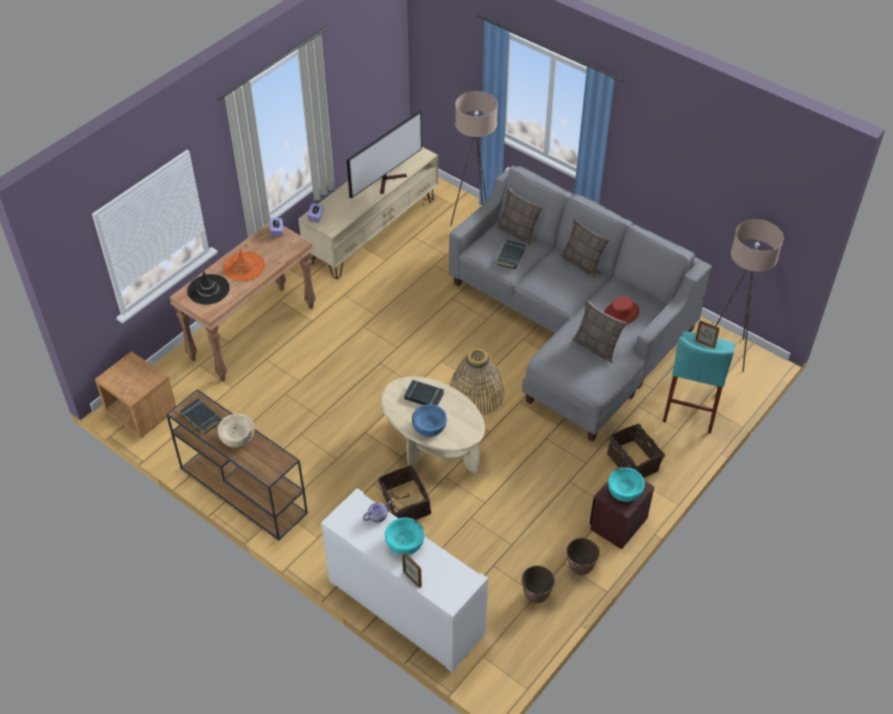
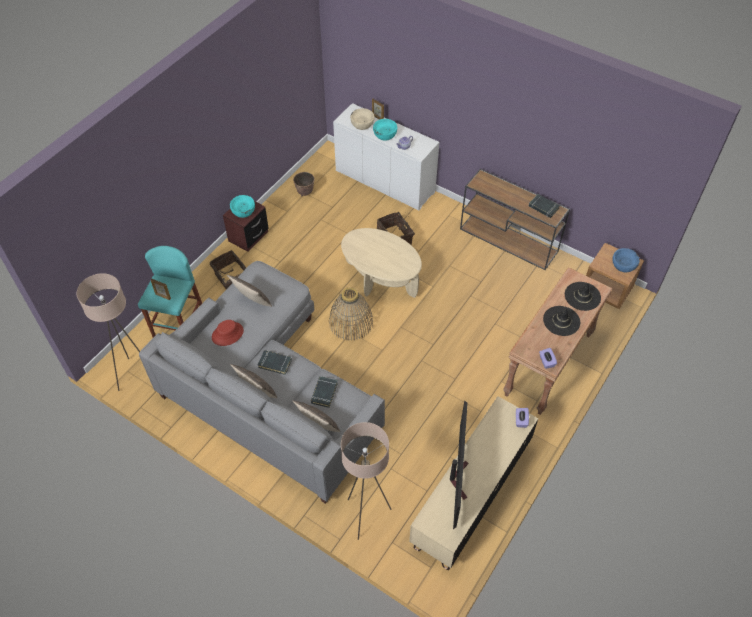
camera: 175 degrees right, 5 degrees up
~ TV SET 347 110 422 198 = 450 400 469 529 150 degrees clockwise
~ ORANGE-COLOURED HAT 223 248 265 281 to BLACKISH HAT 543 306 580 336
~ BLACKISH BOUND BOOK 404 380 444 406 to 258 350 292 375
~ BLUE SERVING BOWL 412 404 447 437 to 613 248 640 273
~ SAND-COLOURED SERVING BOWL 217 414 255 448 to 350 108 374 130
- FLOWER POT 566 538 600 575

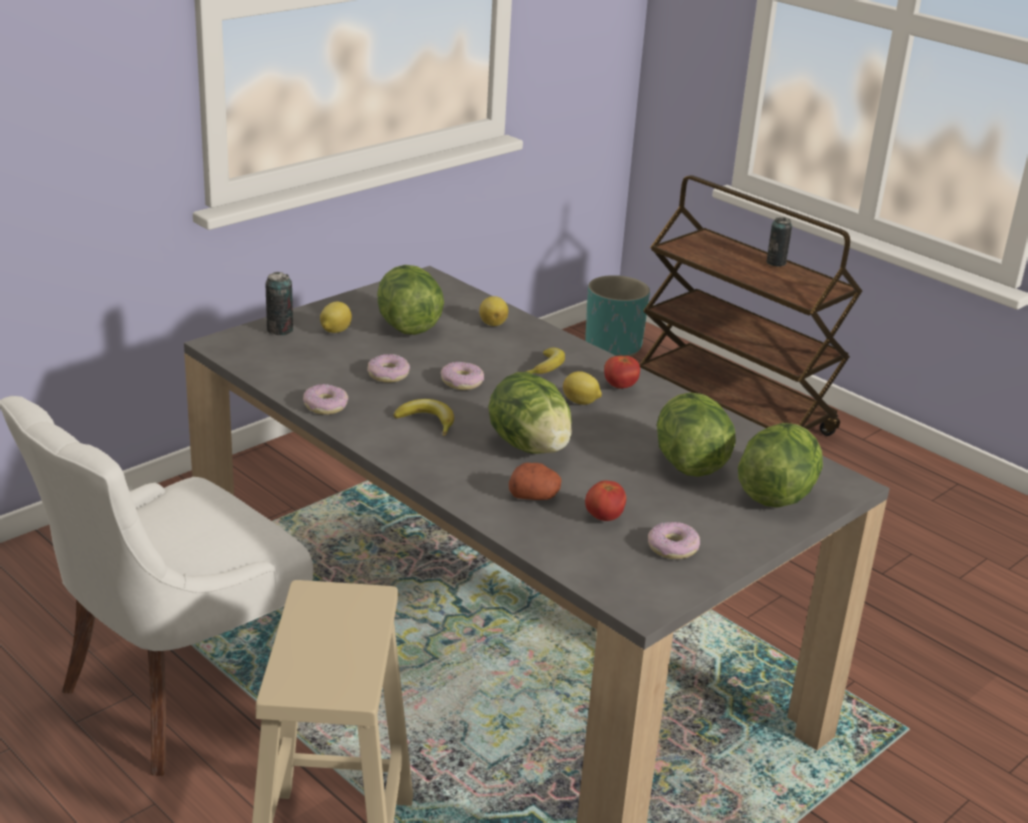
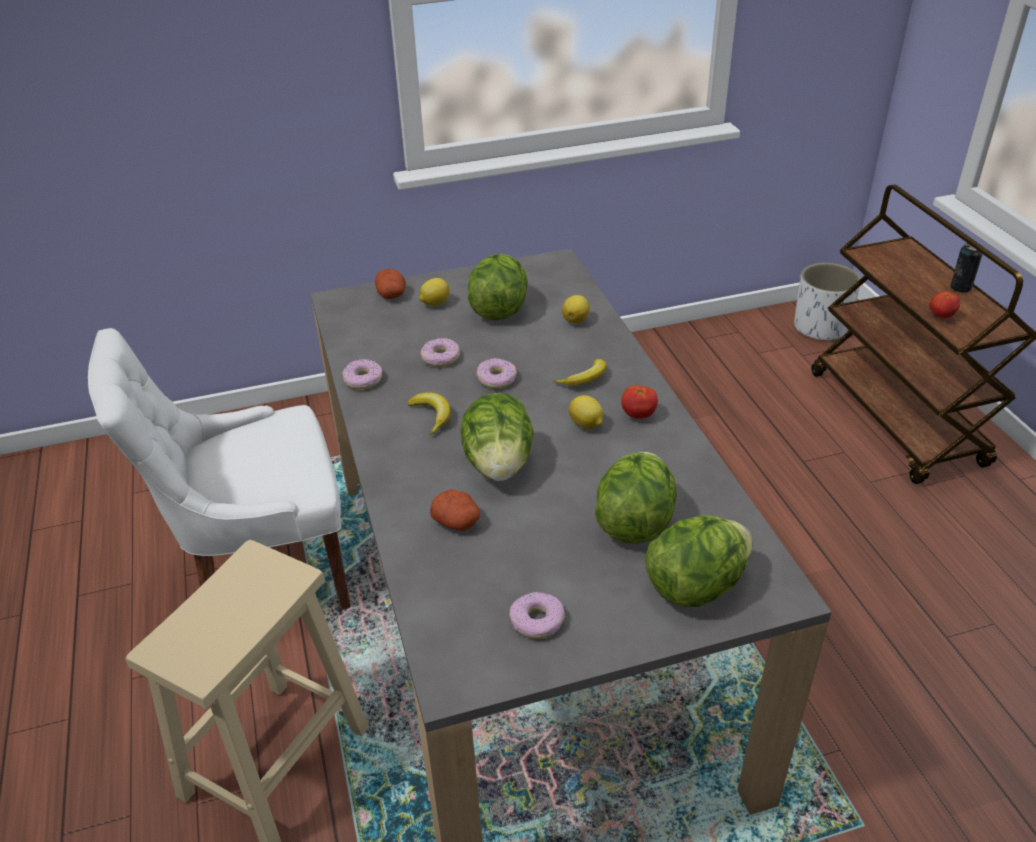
camera: 30 degrees right, 10 degrees up
~ SEALED CAN 266 272 293 335 to POTATO 375 269 406 299
~ BLUE-GREEN FLOWER POT 585 275 650 356 to WHITISH FLOWER POT 794 263 861 342
~ FRESH TOMATO 585 480 626 521 to 929 291 960 318

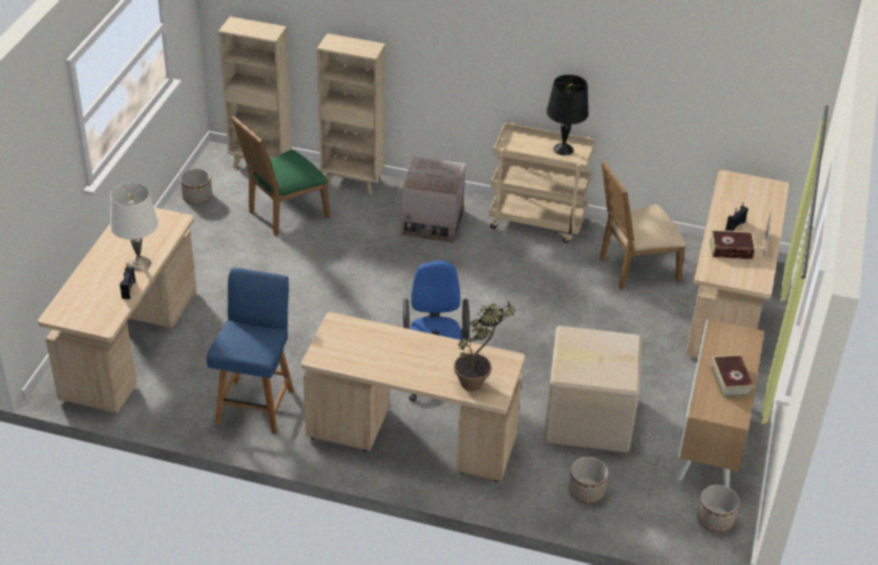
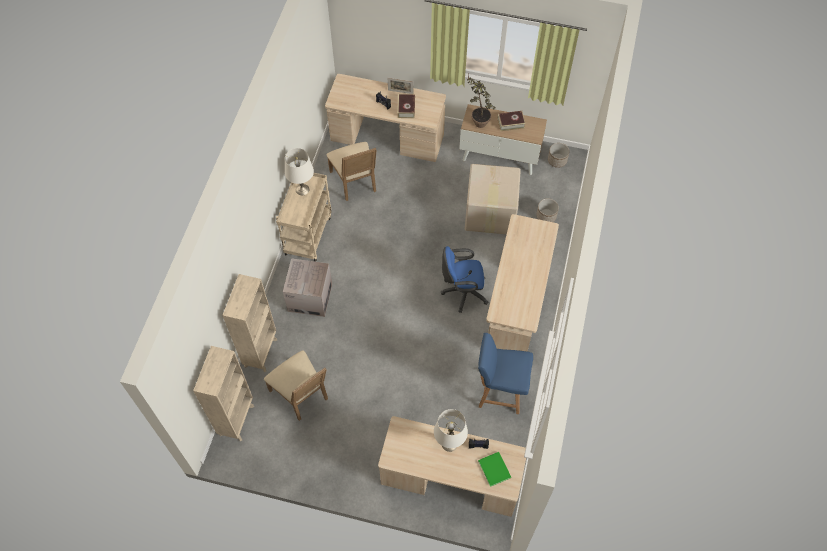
camera: 90 degrees left, 20 degrees up
~ BLACKISH LAMP FOR A TABLE 547 75 589 156 to WHITISH LAMP FOR A TABLE 285 148 314 195
~ GREENISH UPRIGHT CHAIR 231 116 330 237 to SAND-COLOURED UPRIGHT CHAIR 264 350 328 421
- FLOWER POT 180 168 212 205
~ HOUSEPLANT 454 301 517 391 to 467 74 495 128
+ GREENISH BOUND BOOK 478 452 511 487

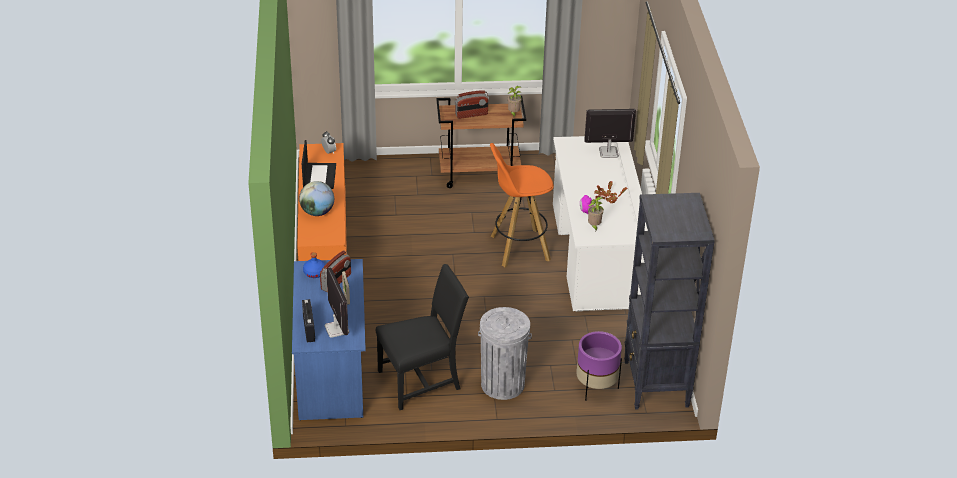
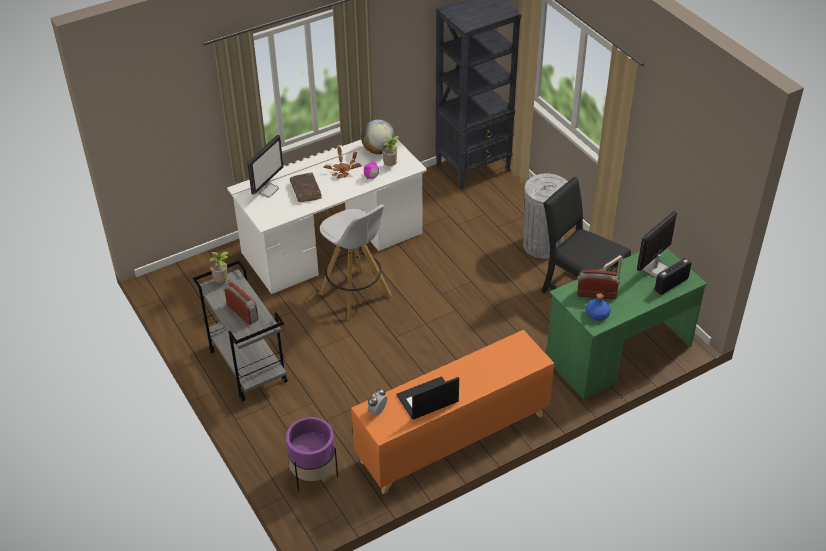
camera: 115 degrees left, 5 degrees up
~ BROWN-COLOURED WHEELED CART 436 96 526 188 to GREYISH WHEELED CART 193 260 288 402
~ COMPUTER DISPLAY 584 109 636 158 = 247 135 284 198 120 degrees counterclockwise
~ ORANGE-COLOURED SITTING STOOL 490 143 553 267 to WHITISH SITTING STOOL 318 204 392 320
~ GLOBE 299 181 334 216 to 361 120 396 154
~ BLUE DESK 292 259 366 420 to GREENISH DESK 546 248 707 400
~ PURPLE-COLOURED FLOWER POT 576 331 622 401 to 286 417 338 491
+ BROWN-COLOURED BOUND BOOK 290 172 322 202

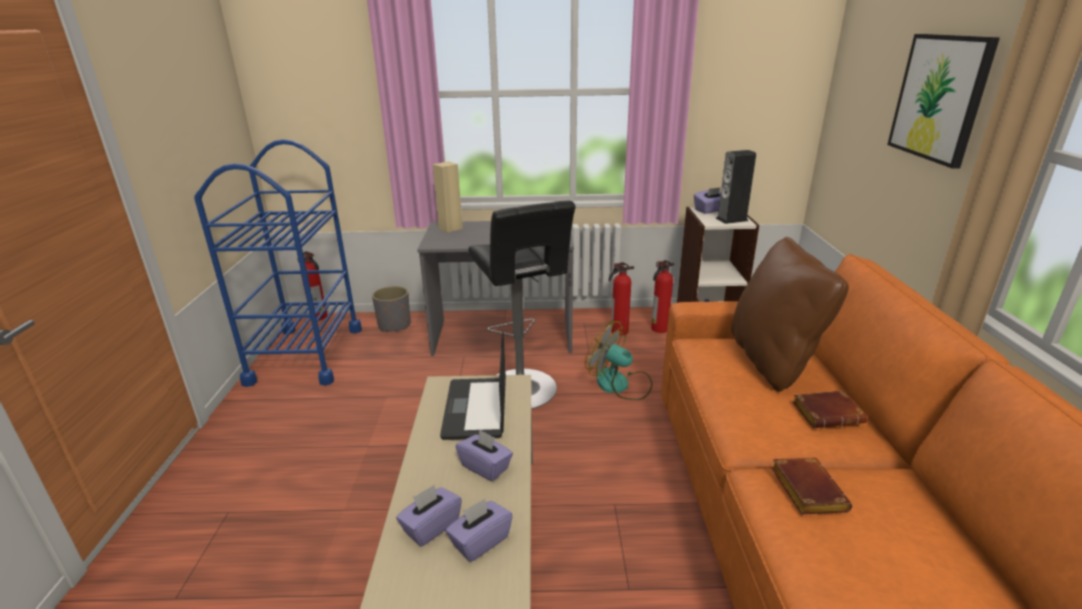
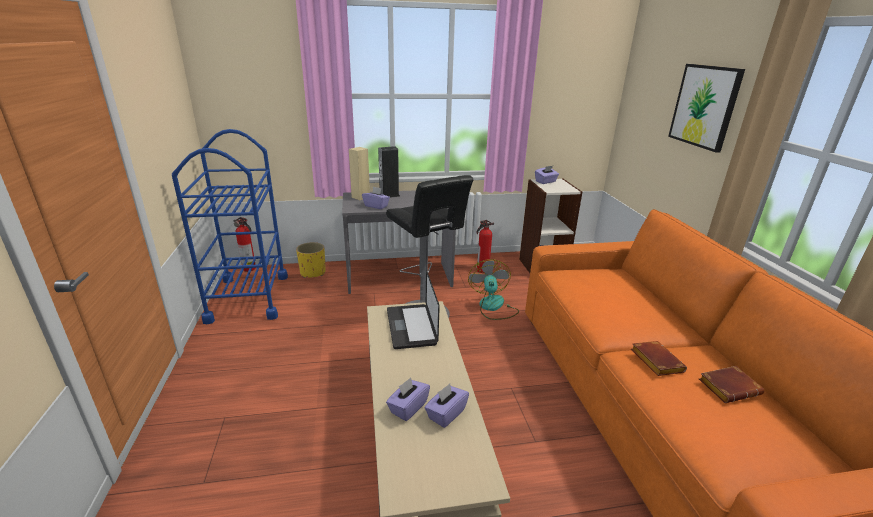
camera: 10 degrees left, 0 degrees up
~ AUDIO SPEAKER 716 150 756 224 to 378 146 400 198
- BROWN-COLOURED CUSHION 731 237 849 392
- FIRE EXTINGUISHER 651 260 674 333
~ GREYISH FLOWER POT 372 286 411 332 to YELLOW FLOWER POT 296 242 326 278
~ ELECTRIC FAN 585 321 652 400 = 468 259 519 320 60 degrees clockwise
~ BROWN-COLOURED BOUND BOOK 792 390 868 428 to 699 366 764 403
~ PURPLE-COLOURED TISSUE BOX 456 430 513 481 to 362 187 390 209

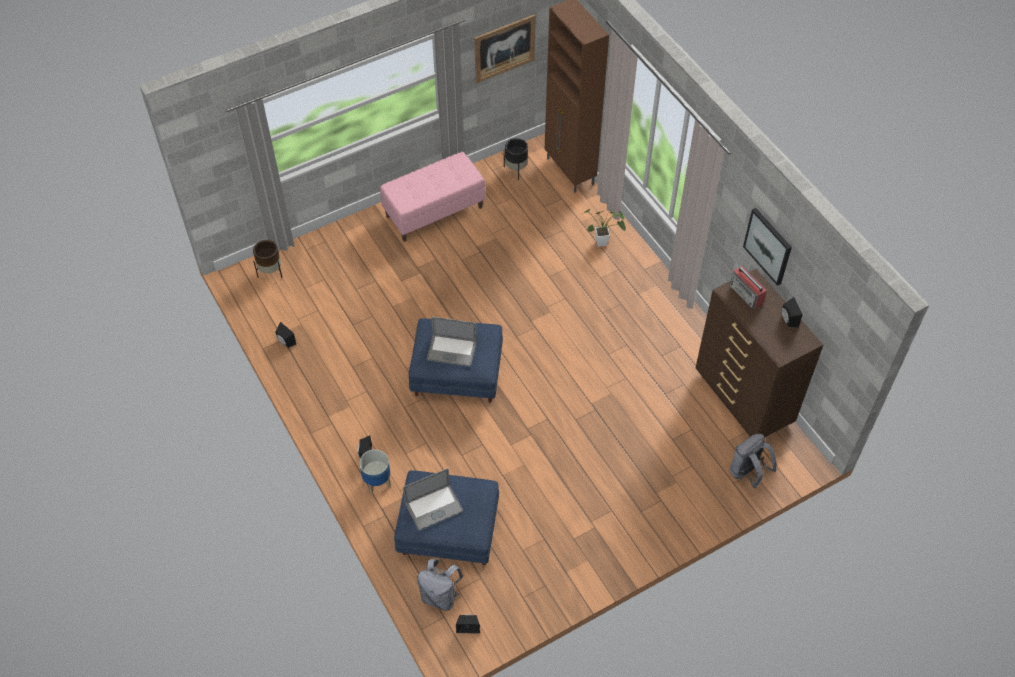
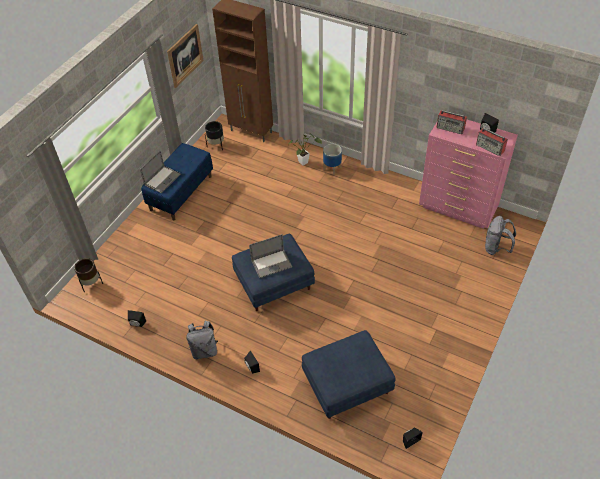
camera: 30 degrees left, 5 degrees down
~ PINK-COLOURED BENCH 380 152 486 242 to BLUE BENCH 141 143 213 220
- WALL ART 743 208 792 286
~ BROWN-COLOURED DRAWER CHEST 696 269 823 437 to PINK-COLOURED DRAWER CHEST 419 120 518 229
~ FLOWER POT 359 450 391 494 to 323 144 342 175
~ PORTABLE COMPUTER 403 468 463 531 to 140 151 181 193
~ GREYISH KNAPSACK 417 559 463 611 to 186 321 218 359
+ RADIO RECEIVER 476 128 508 156

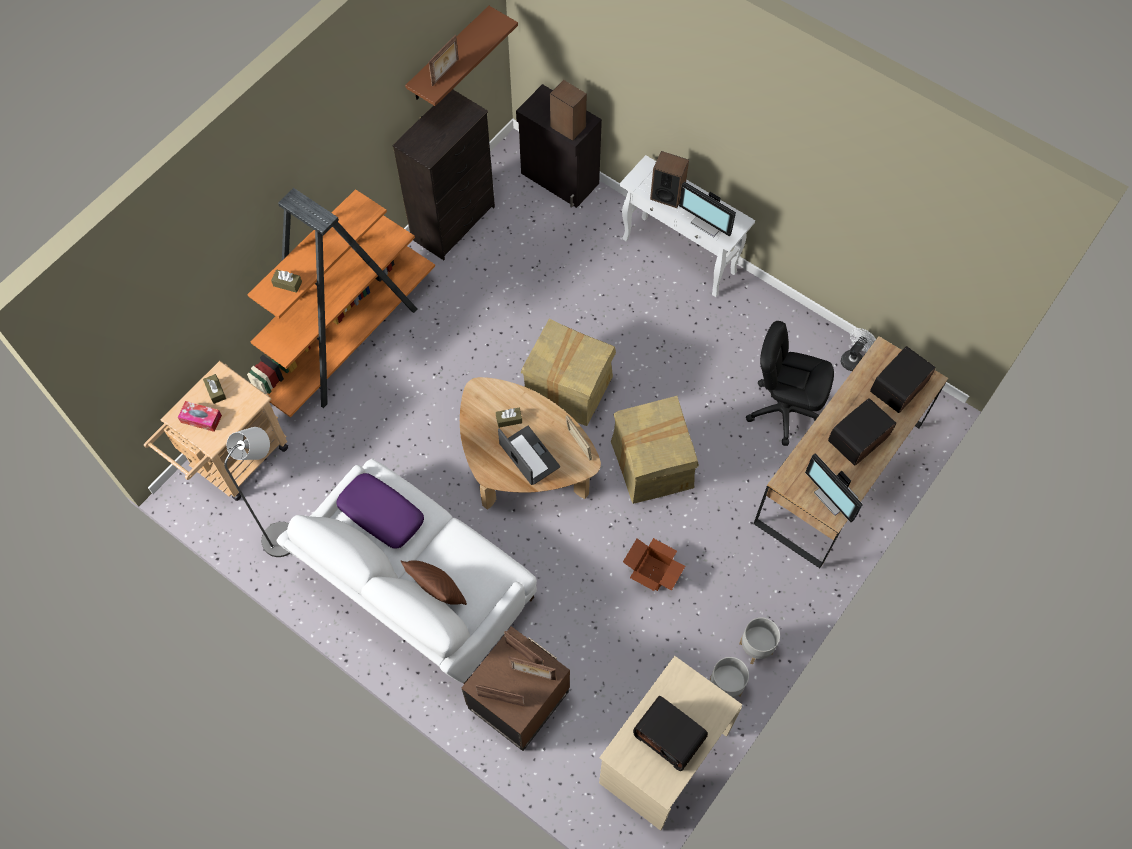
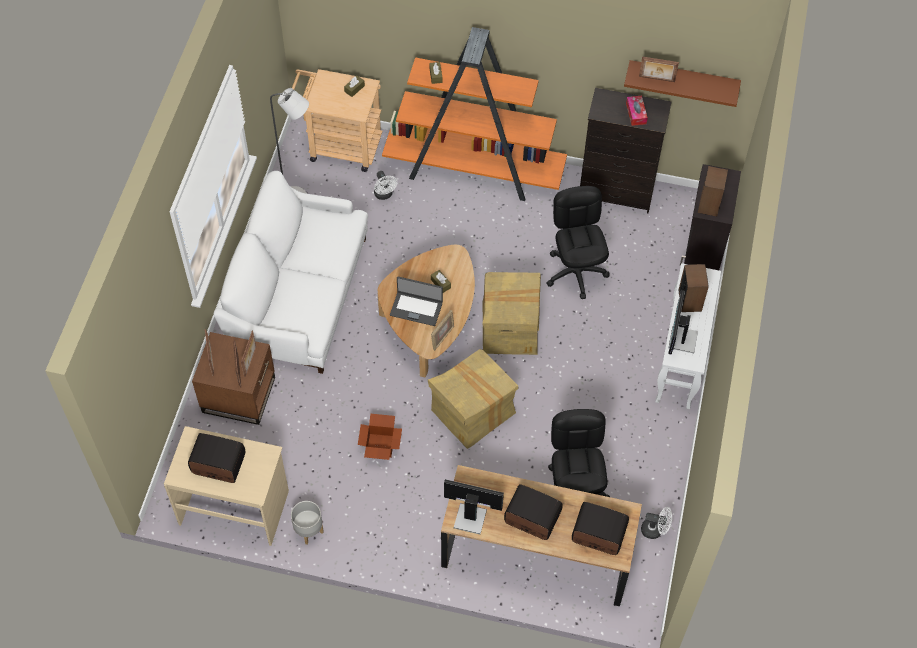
camera: 65 degrees right, 5 degrees down
~ TISSUE BOX 178 401 222 432 to 626 96 648 126
~ PORTABLE COMPUTER 498 426 560 485 = 390 276 443 326 75 degrees clockwise
~ COMPUTER DISPLAY 805 453 863 523 = 444 479 504 534 75 degrees clockwise
- PURPLE-COLOURED CUSHION 336 473 424 549
- BROWN-COLOURED CUSHION 401 560 467 605
- GREYISH FLOWER POT 739 617 780 664
~ RADIO RECEIVER 633 696 708 771 = 188 433 245 483 90 degrees clockwise
+ WHITISH ELECTRIC FAN 374 171 398 200
+ BLACKISH OFFICE CHAIR 546 186 610 299

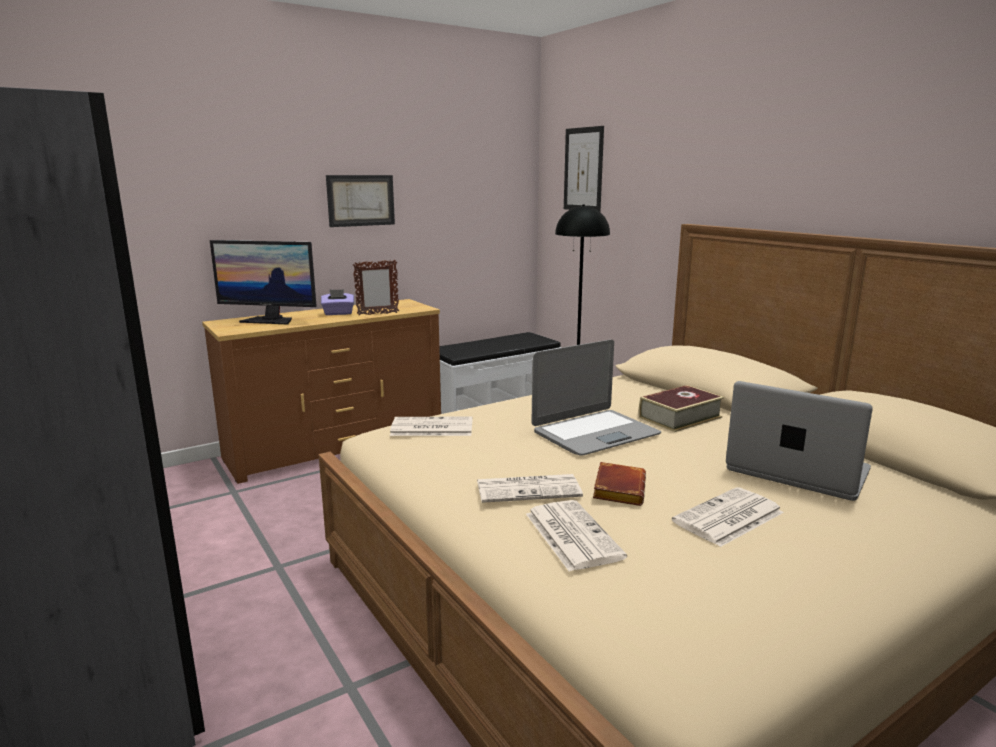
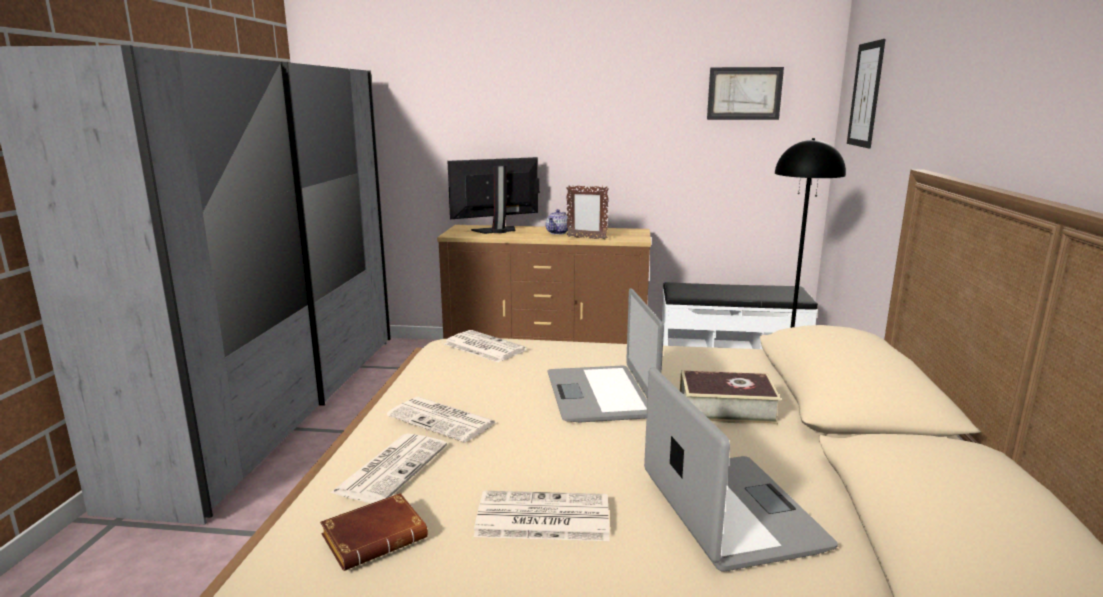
camera: 40 degrees right, 0 degrees up
~ WALL ART 326 175 395 227 to 707 67 784 120
~ COMPUTER DISPLAY 210 240 316 324 = 448 157 540 234 105 degrees clockwise
~ PURPLE-COLOURED TISSUE BOX 321 289 354 315 to TEA POT 546 209 570 235
~ PORTABLE COMPUTER 532 340 661 456 = 548 289 664 422 75 degrees clockwise
~ BROWN-COLOURED BOUND BOOK 593 462 646 506 to 320 493 428 571

